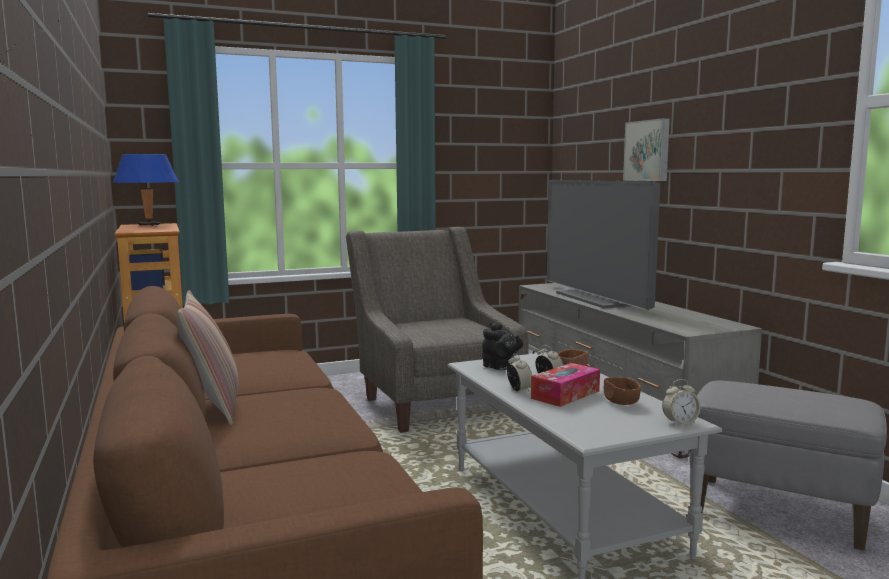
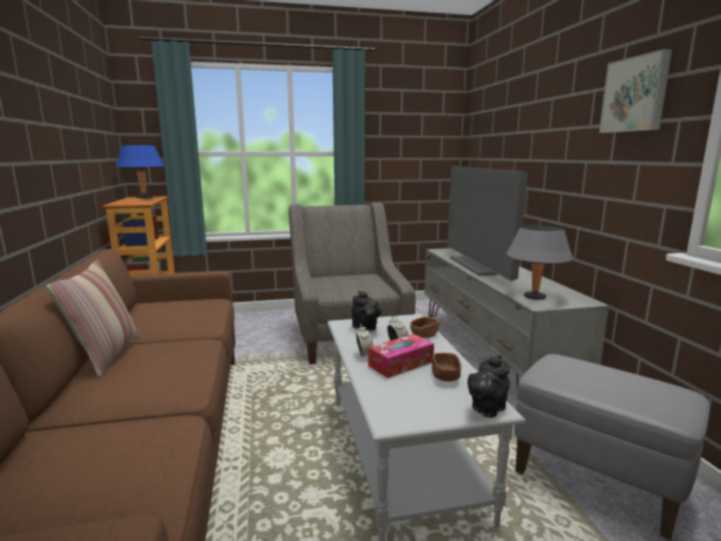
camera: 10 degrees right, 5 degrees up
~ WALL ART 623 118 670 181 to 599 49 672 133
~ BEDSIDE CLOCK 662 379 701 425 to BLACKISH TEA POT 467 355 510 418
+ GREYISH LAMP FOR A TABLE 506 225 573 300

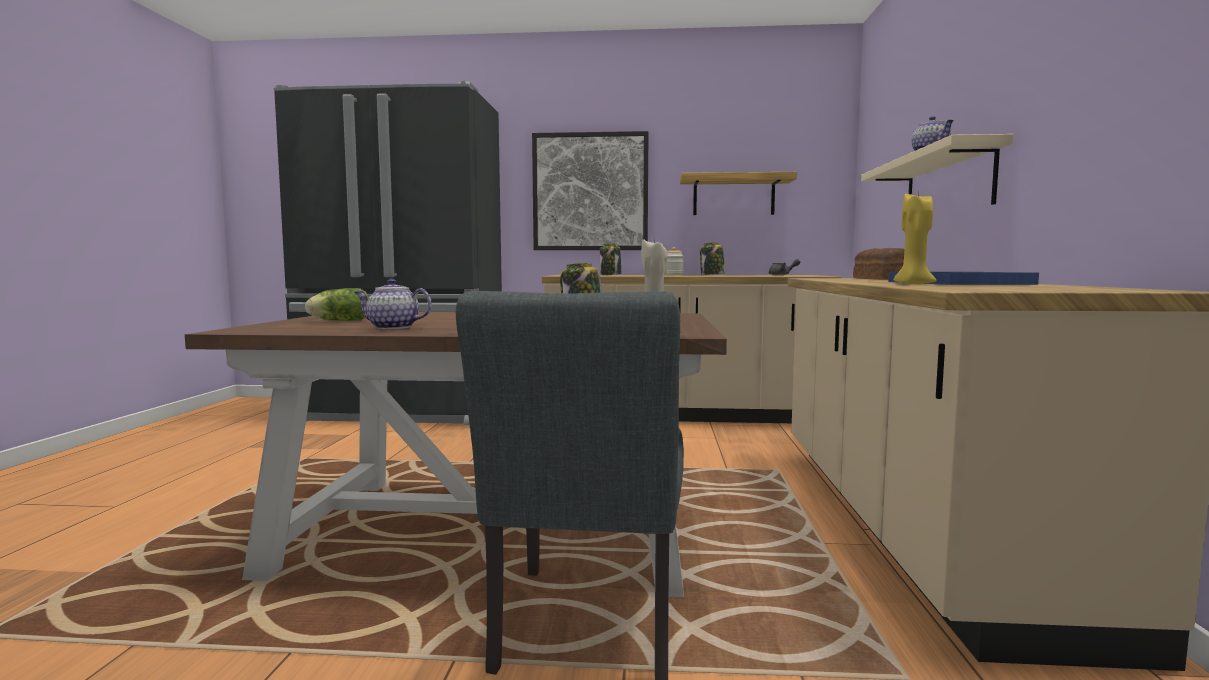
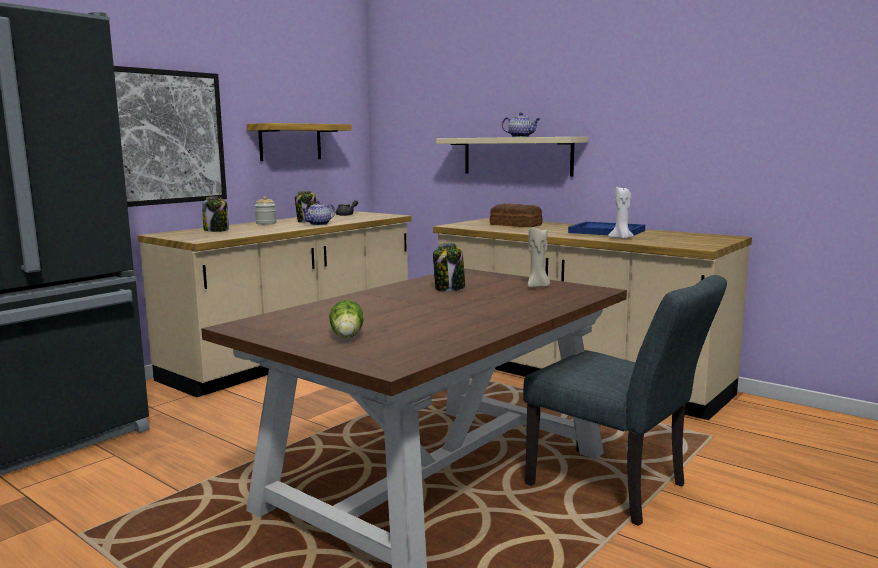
camera: 55 degrees left, 5 degrees up
~ YELLOW WAX LIGHT 894 193 937 285 to WHITISH WAX LIGHT 608 187 634 239
~ TEA POT 355 279 432 329 to 301 201 335 225

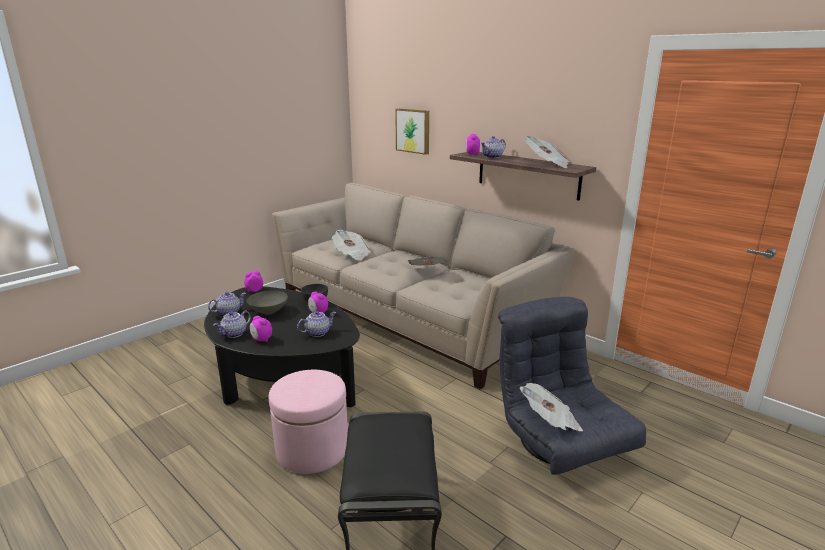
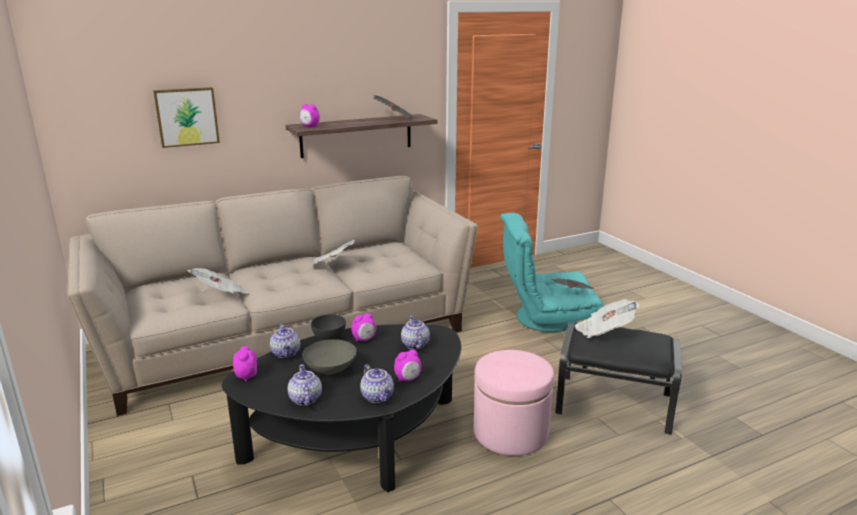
camera: 70 degrees left, 0 degrees up
~ TEA POT 481 136 506 158 to 270 324 300 358
~ GREYISH LOUNGE CHAIR 498 297 646 475 to BLUE-GREEN LOUNGE CHAIR 500 213 604 332
+ DAILY PAPER 575 299 640 338

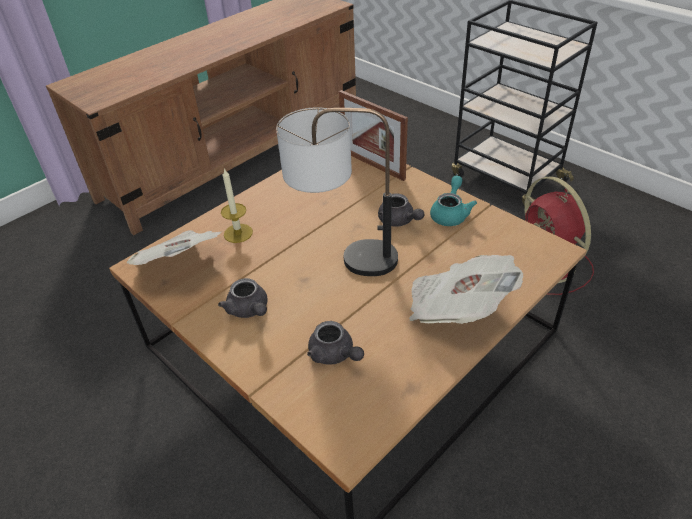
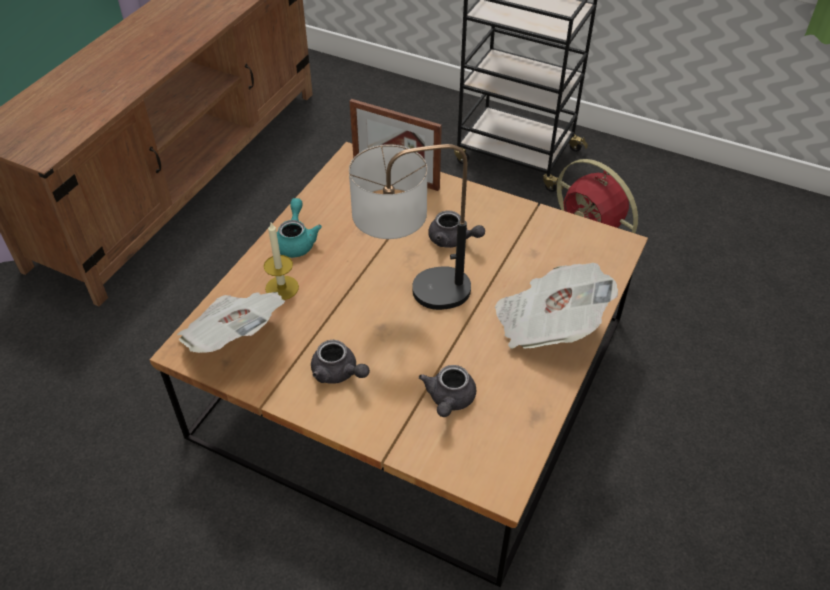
camera: 20 degrees left, 5 degrees up
~ BLUE-GREEN TEA POT 430 176 477 226 to 277 198 322 258
~ GREYISH TEA POT 307 321 364 365 = 419 365 476 417 75 degrees clockwise

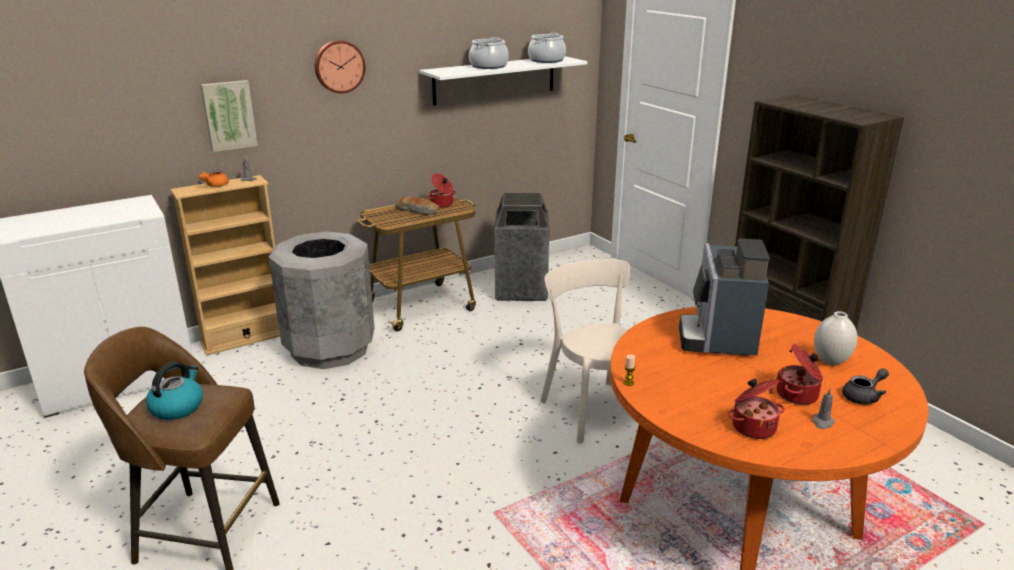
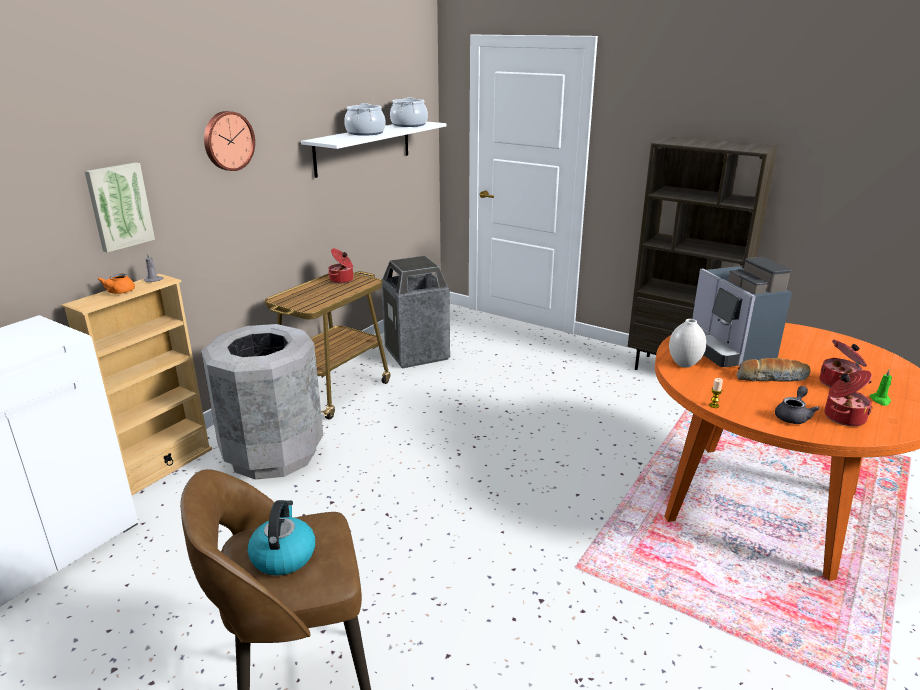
camera: 25 degrees left, 0 degrees up
~ BAKED BREAD 395 197 439 215 to 737 358 811 382
- SAND-COLOURED UPRIGHT CHAIR 540 259 630 444
~ WHITISH VASE 814 311 858 366 to 669 319 706 368
~ GREYISH TEA POT 842 368 889 405 to 775 386 820 424
~ GREYISH WAX LIGHT 812 388 835 429 to GREENISH WAX LIGHT 869 369 892 406

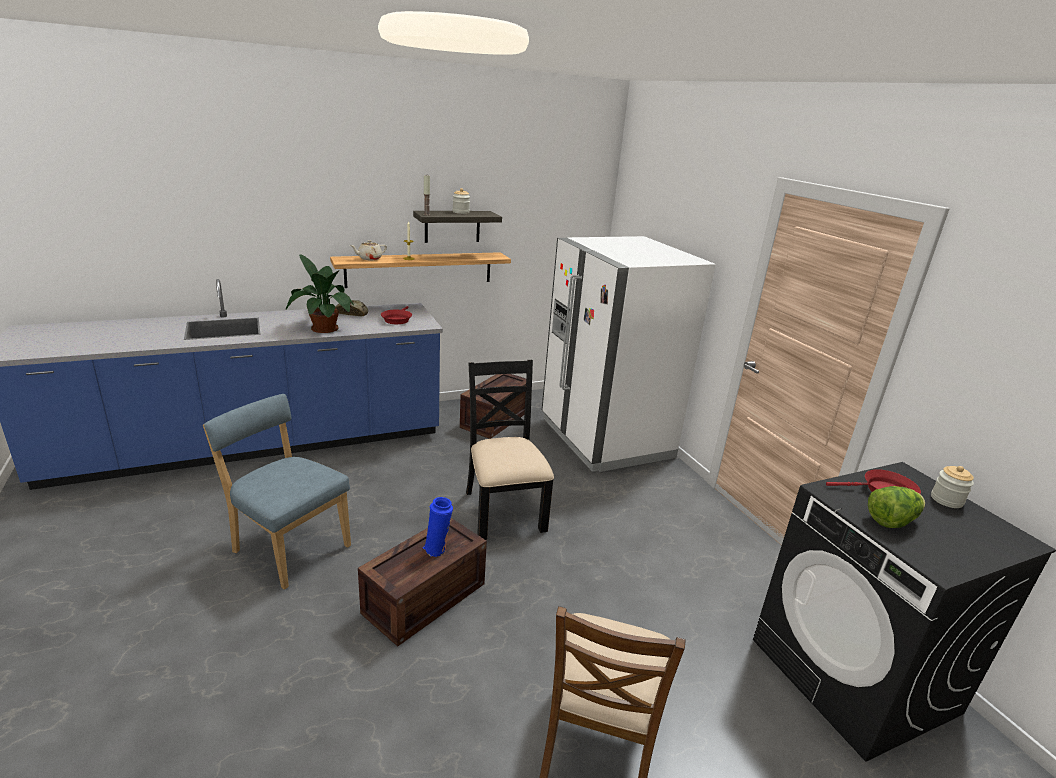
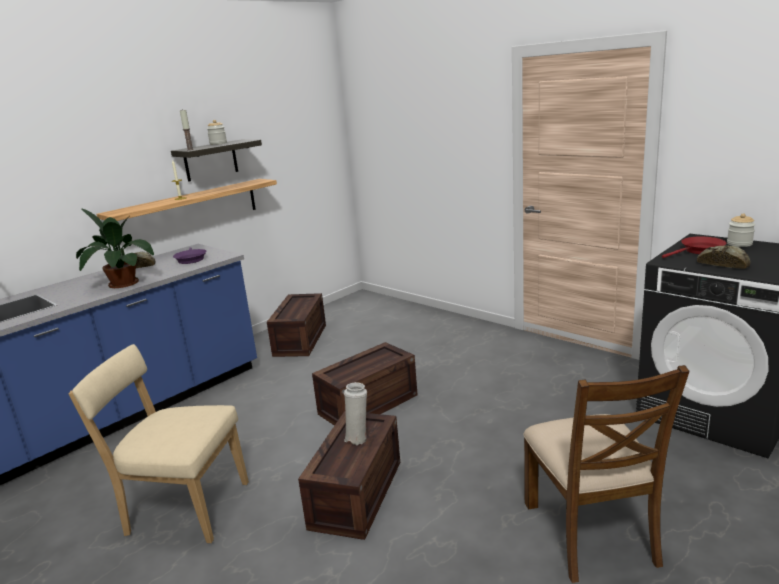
camera: 20 degrees left, 5 degrees down
- WHITISH REFRIGERATOR 542 236 716 472
- SAND-COLOURED TEA POT 350 240 387 260
~ REDDISH FRYING PAN 381 306 412 324 to PURPLE-COLOURED FRYING PAN 173 247 207 264
~ BLACKISH UPRIGHT CHAIR 466 360 554 540 to PACKING CRATE 312 342 417 426
~ BLUE UPRIGHT CHAIR 203 394 351 590 to SAND-COLOURED UPRIGHT CHAIR 69 344 249 543
~ LETTUCE HEAD 868 486 925 528 to BAKED BREAD 697 246 751 269
~ BLUE VASE 423 497 453 557 to WHITISH VASE 344 382 367 445

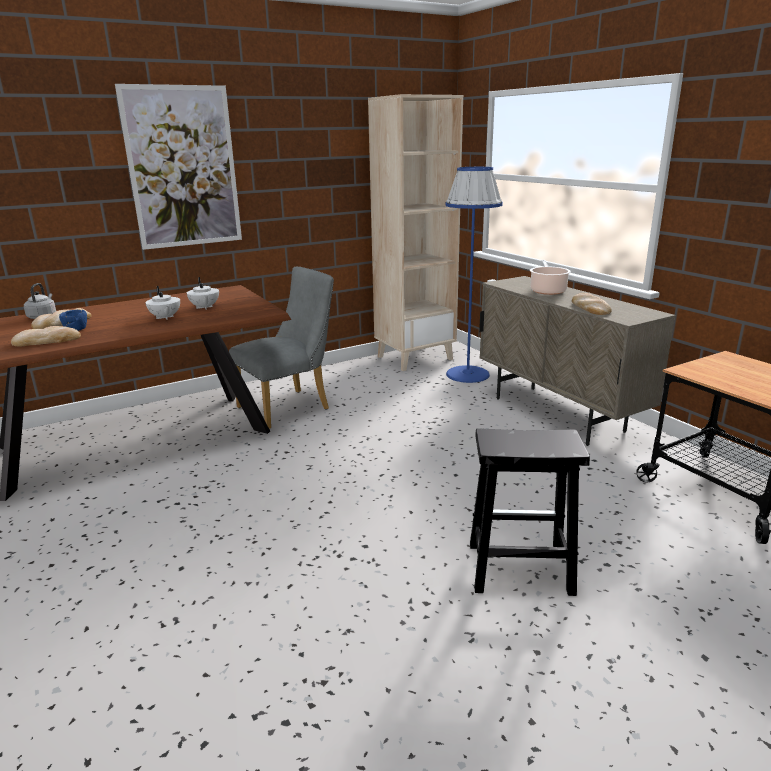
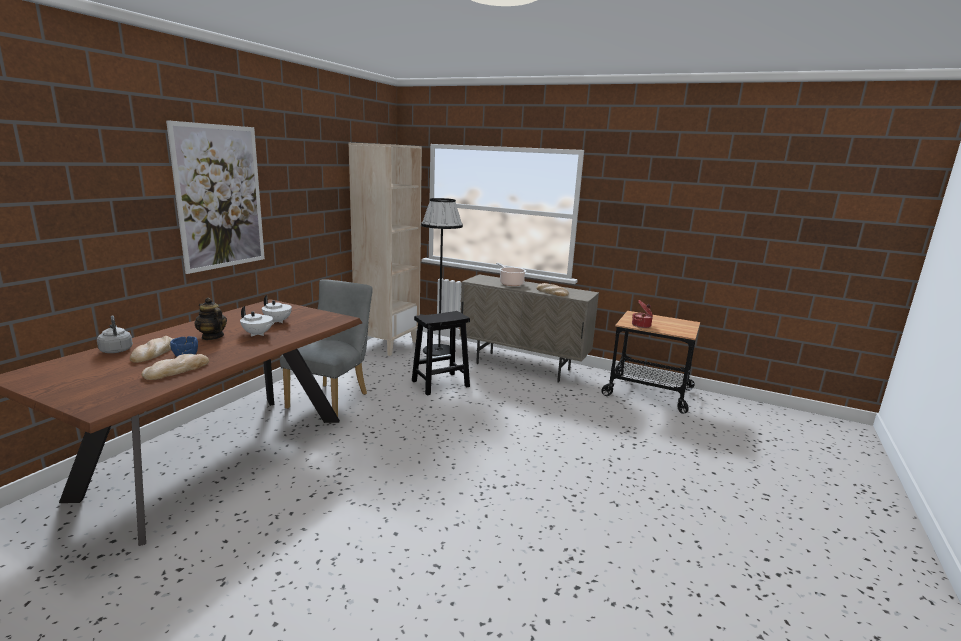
camera: 35 degrees left, 5 degrees down
~ BLUE STANDARD LAMP 446 167 503 383 to BLACKISH STANDARD LAMP 421 198 463 356
~ BLACKISH SITTING STOOL 470 428 590 596 to 412 311 470 395
+ TEA POT 194 298 227 340
+ STOCKPOT 632 300 653 328

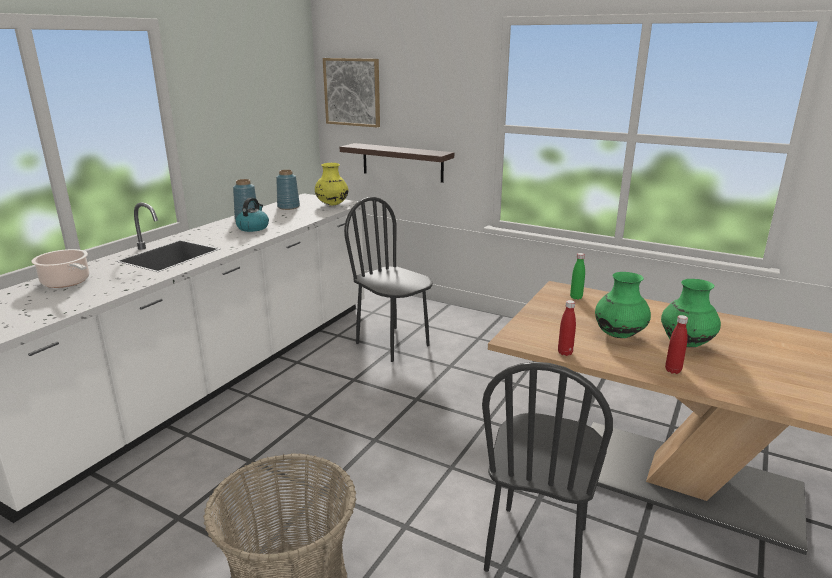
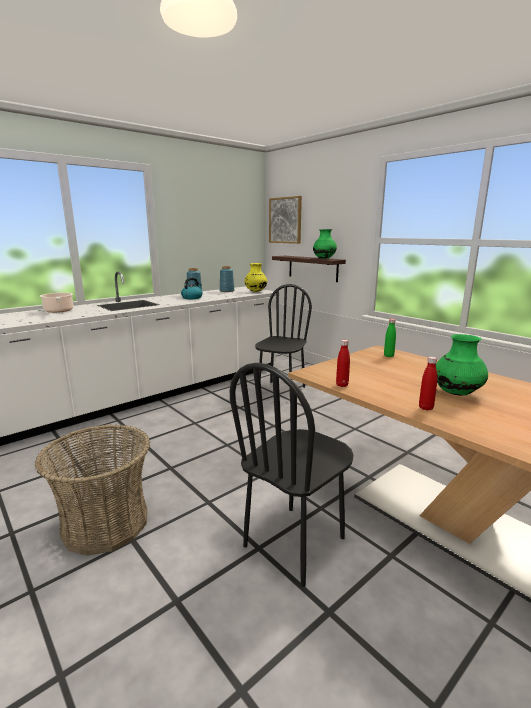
camera: 20 degrees right, 5 degrees down
~ BLACKISH UPRIGHT CHAIR 344 197 433 362 = 255 284 312 388 45 degrees clockwise
~ GREENISH VASE 595 272 651 338 to 313 229 337 259

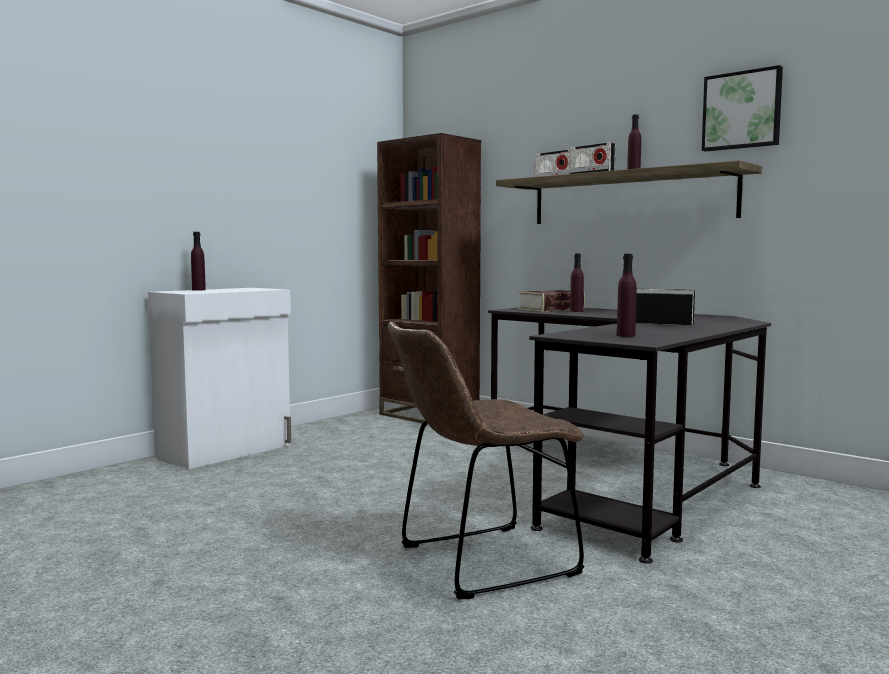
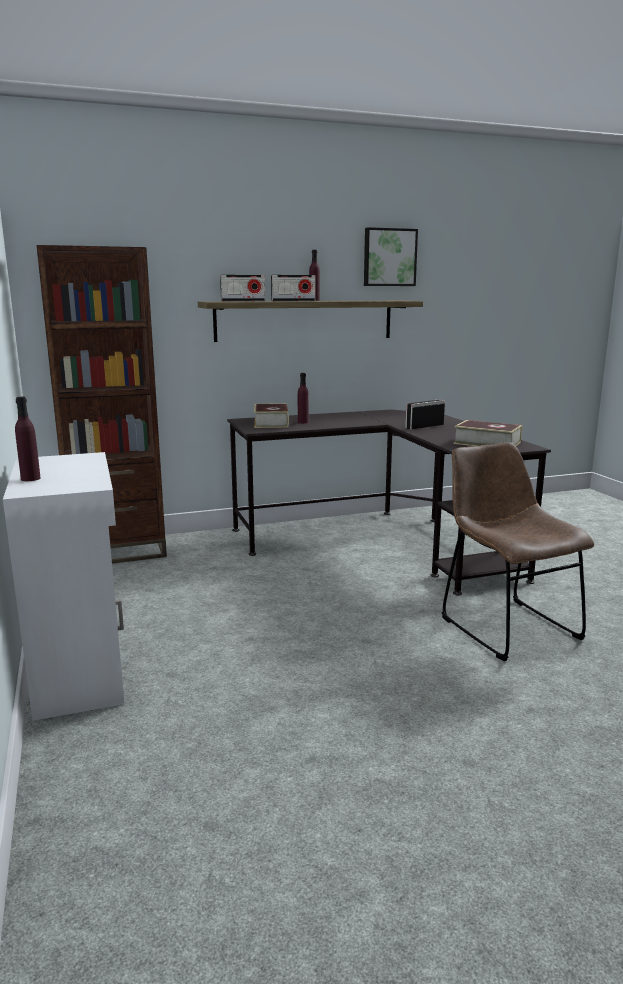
camera: 60 degrees left, 10 degrees up
~ PURPLE-COLOURED BEVERAGE BOTTLE 617 254 637 337 to BOUND BOOK 454 420 522 446
~ BROWN-COLOURED UPRIGHT CHAIR 388 322 584 600 = 442 442 594 661 150 degrees clockwise

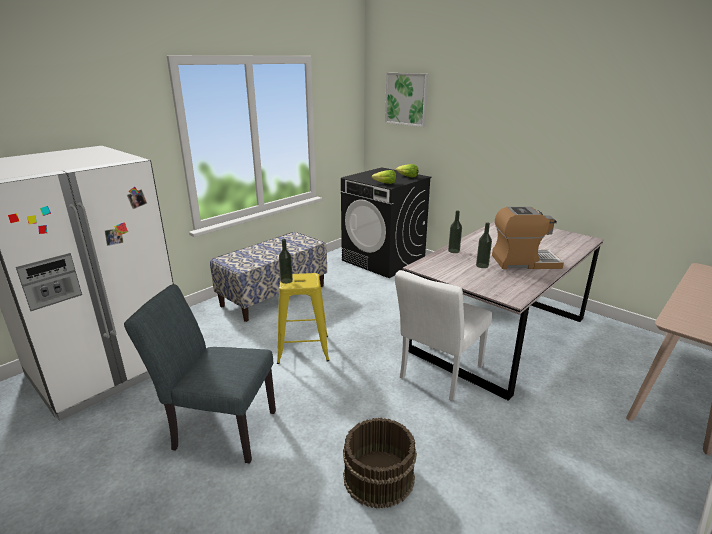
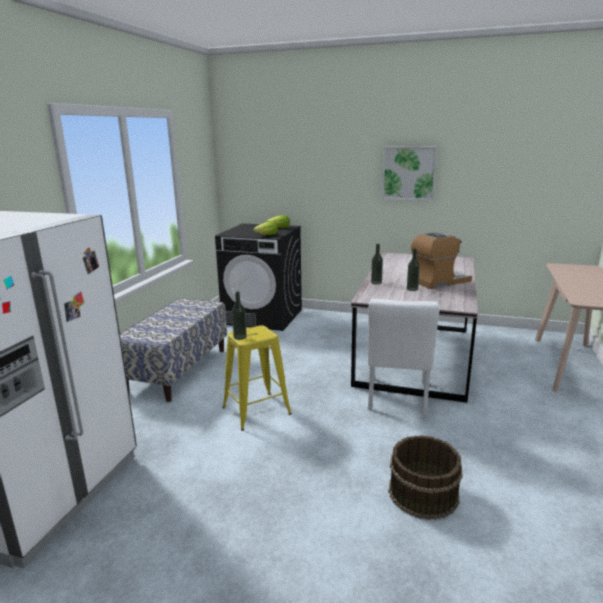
camera: 25 degrees left, 5 degrees down
~ WALL ART 385 73 428 127 to 382 146 438 201
- GREYISH UPRIGHT CHAIR 124 284 276 464

